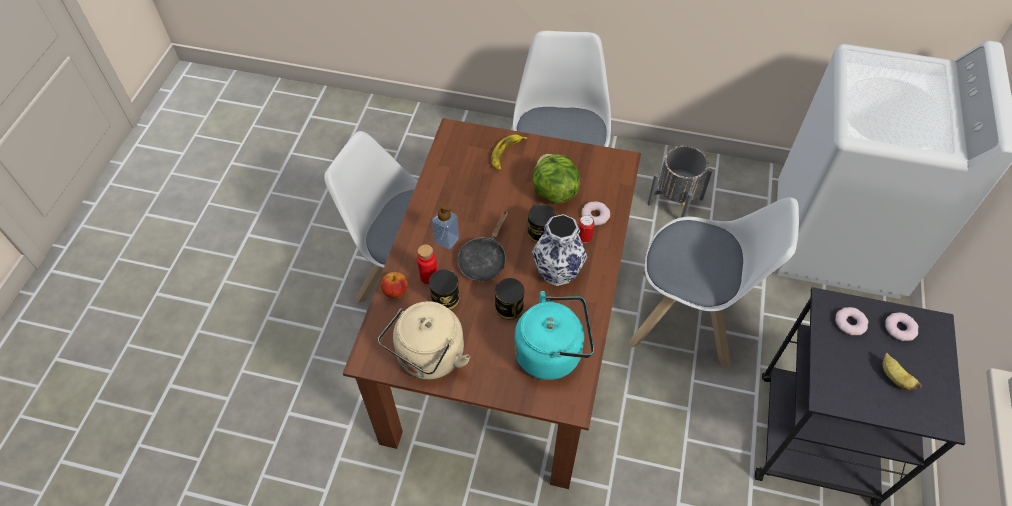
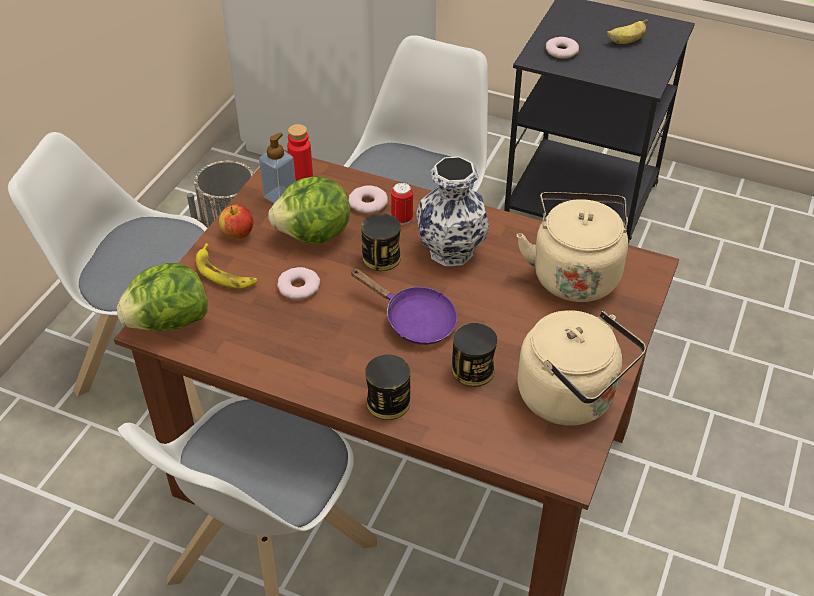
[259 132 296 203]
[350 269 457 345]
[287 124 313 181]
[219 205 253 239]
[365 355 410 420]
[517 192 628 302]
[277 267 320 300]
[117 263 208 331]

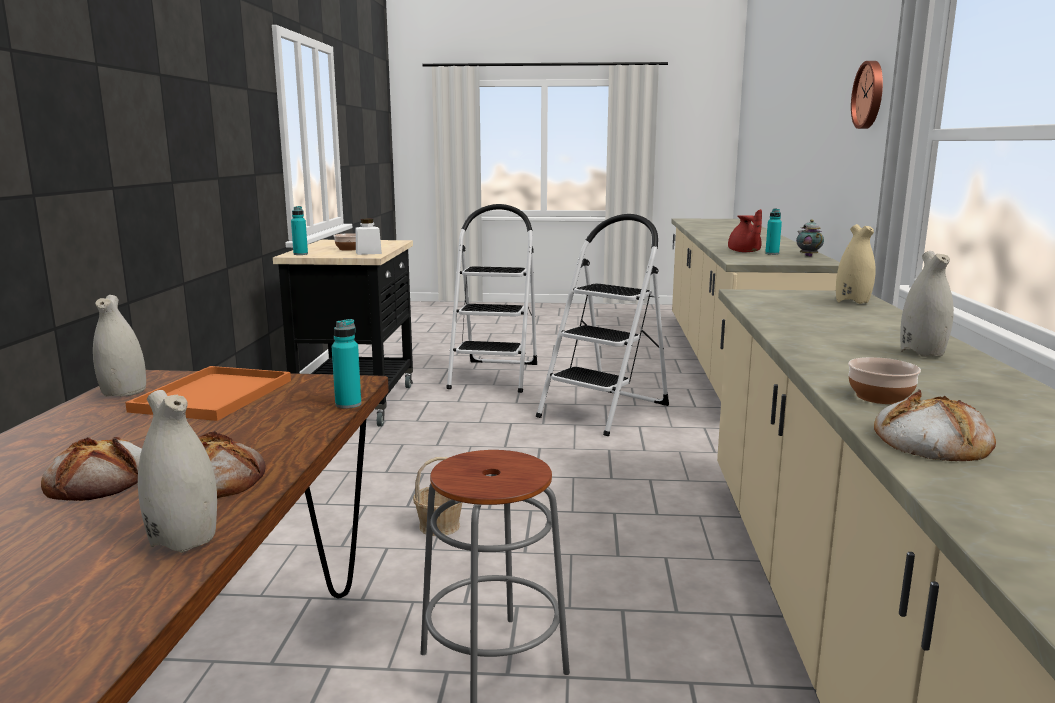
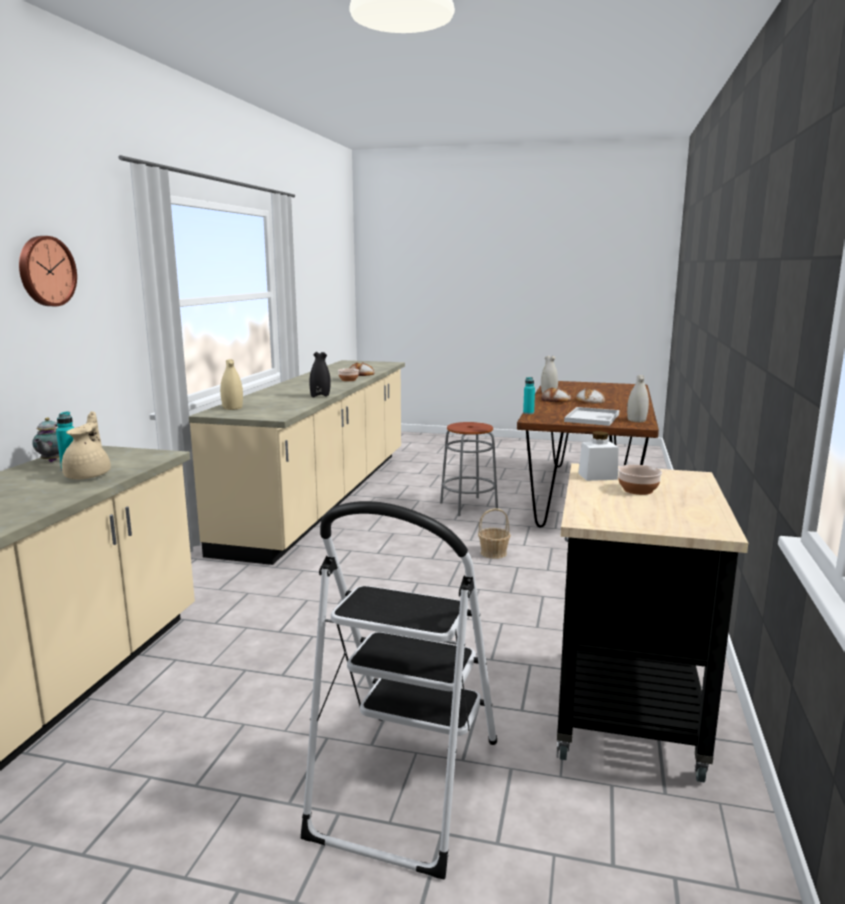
[291 206 308 255] (first image)
[62 411 111 479]
[536 214 669 436] (first image)
[900 251 954 357] (first image)
[564 407 619 426]
[309 352 331 398]

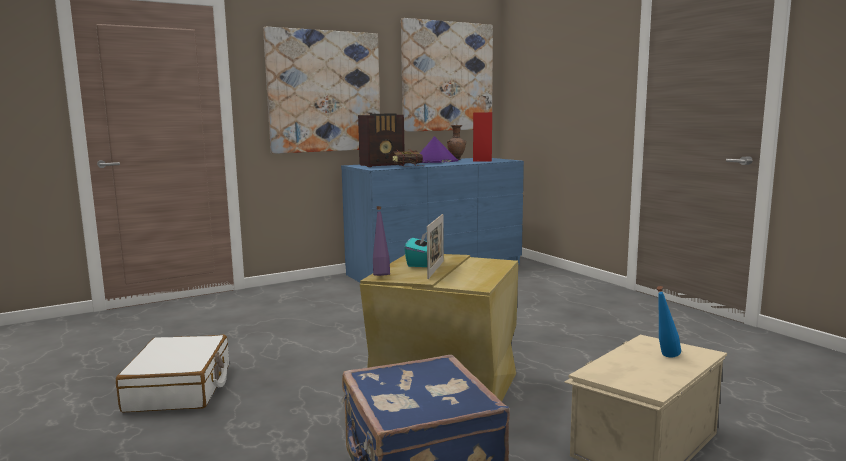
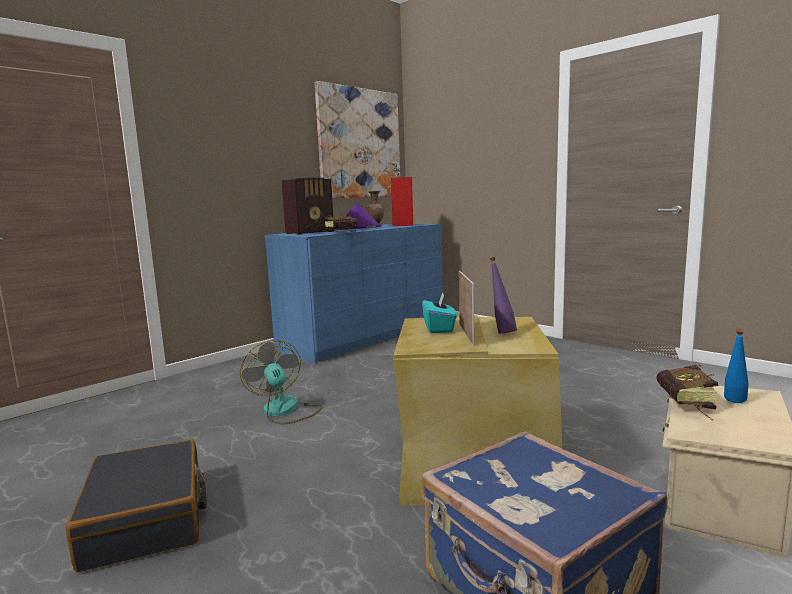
[263 27 380 154] (first image)
[490 257 517 334]
[66 439 207 572]
[240 340 323 424]
[656 365 718 421]

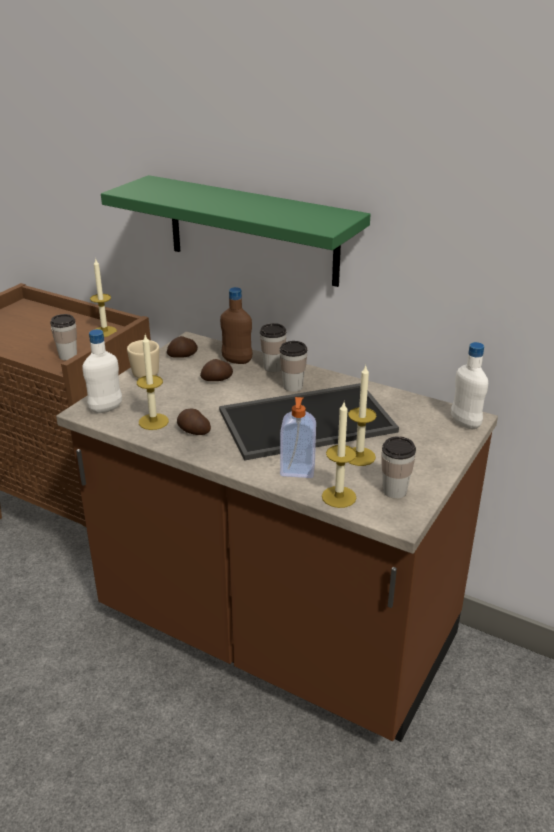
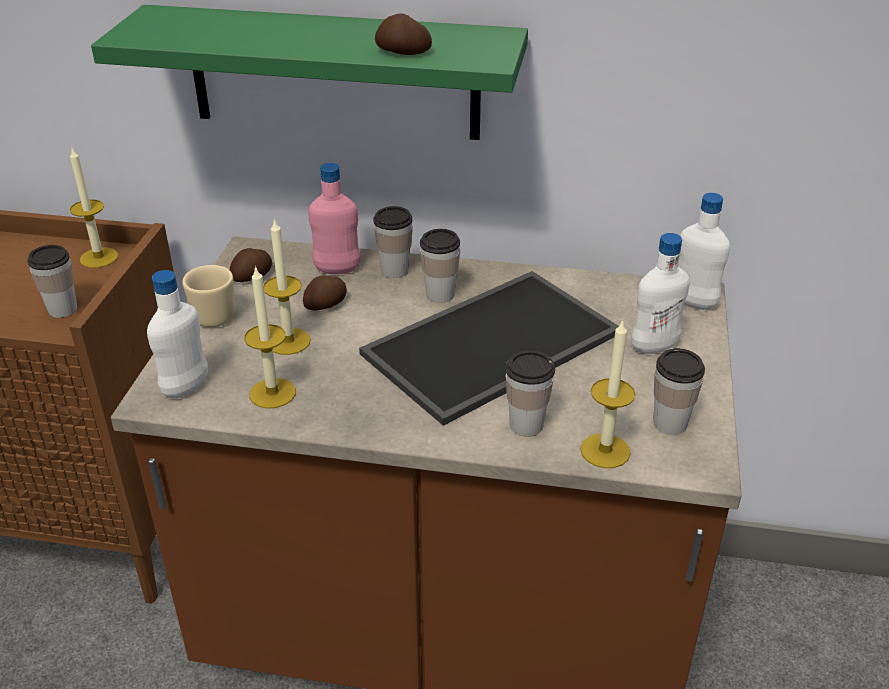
[308 163 360 274]
[264 218 311 355]
[505 351 555 437]
[375 13 432 55]
[631 233 690 354]

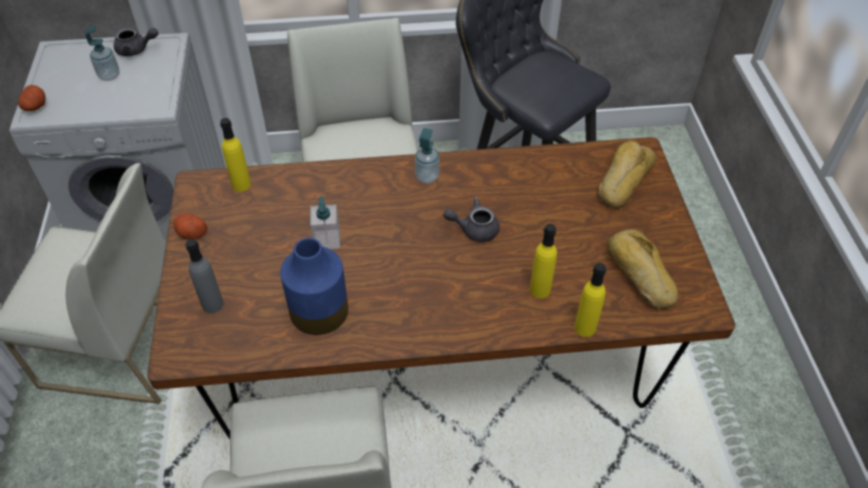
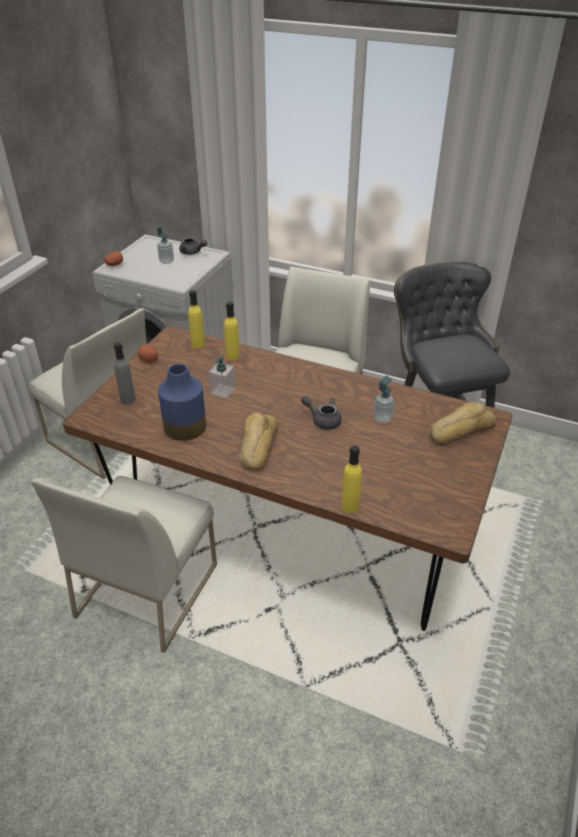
[373 376 395 423]
[224 302 240 361]
[239 413 278 471]

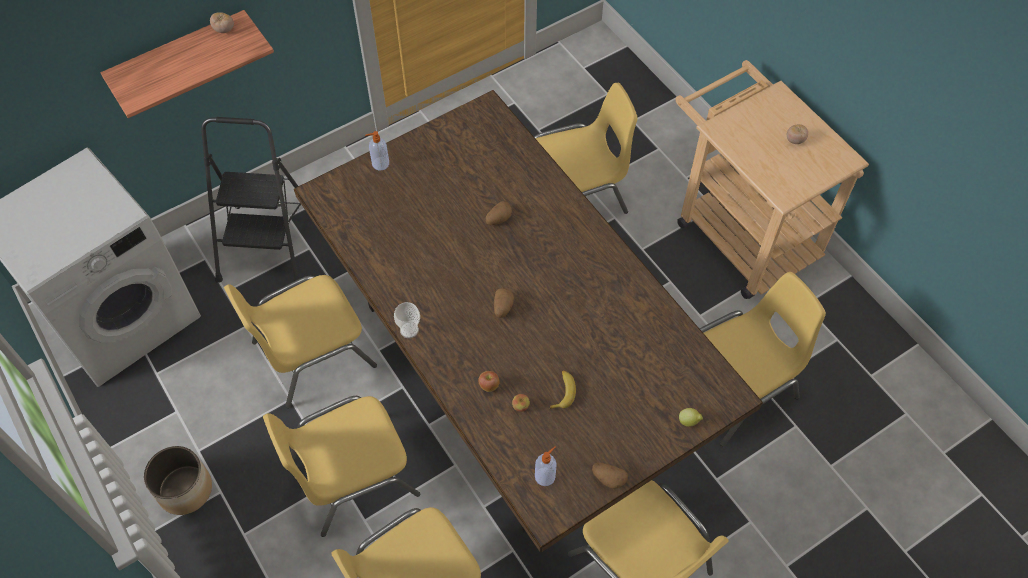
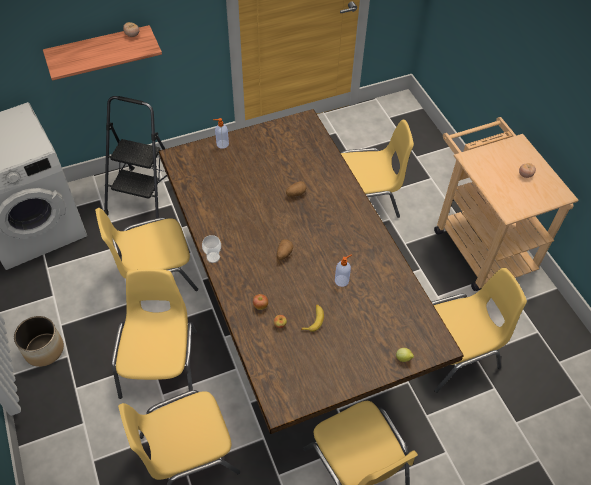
[112 269 197 399]
[335 254 352 287]
[592 463 628 489] (first image)

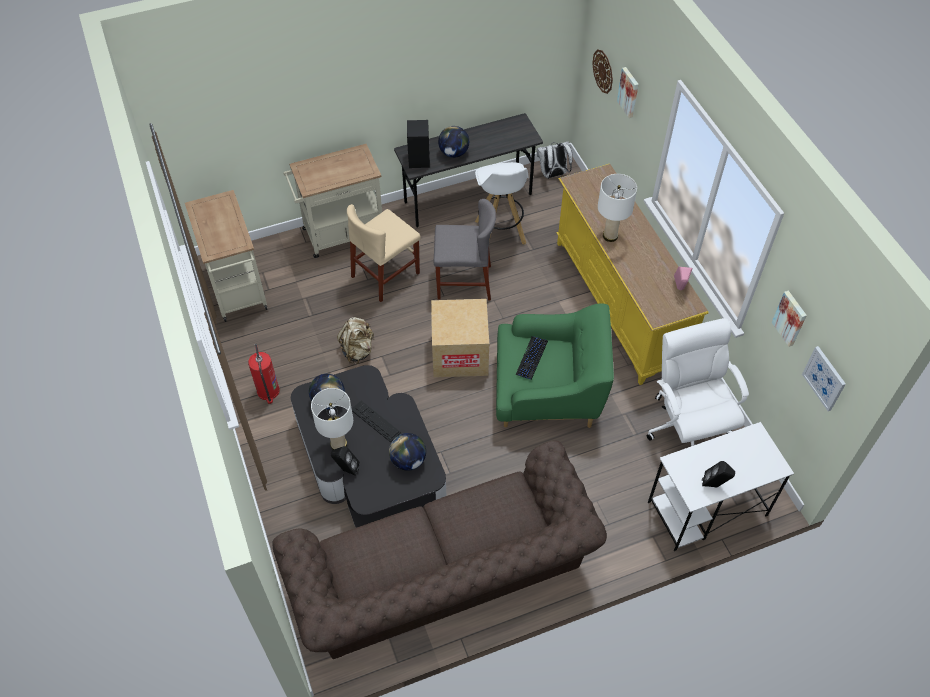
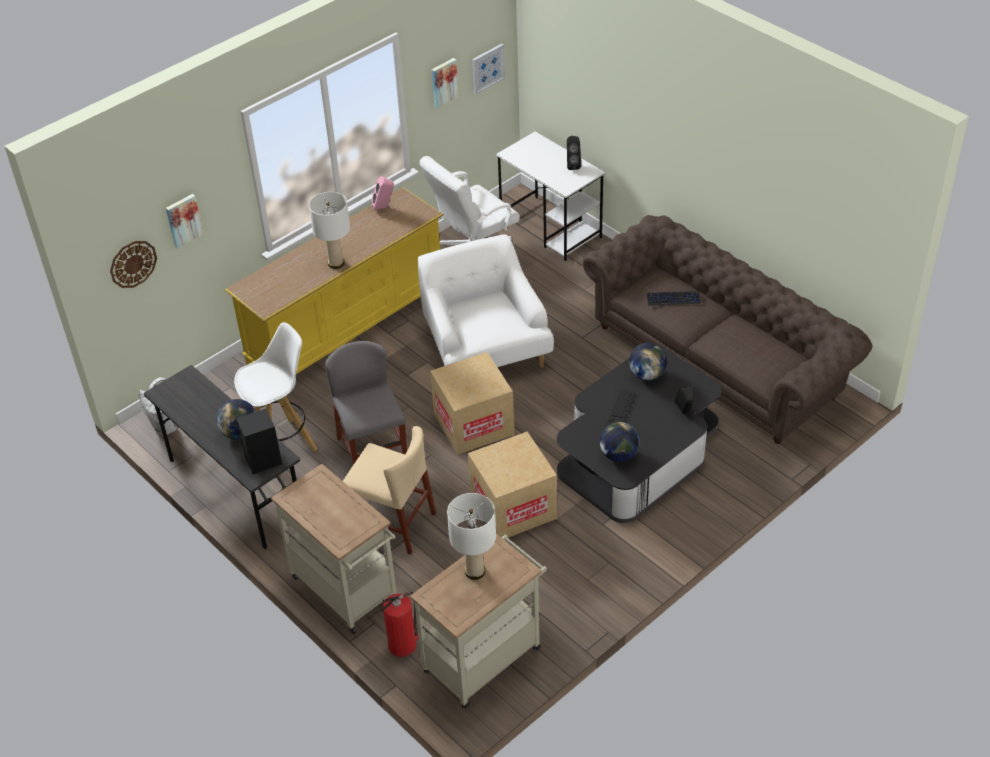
[418 234 554 368]
[468 431 557 537]
[647 291 701 306]
[381 592 419 657]
[447 493 496 580]

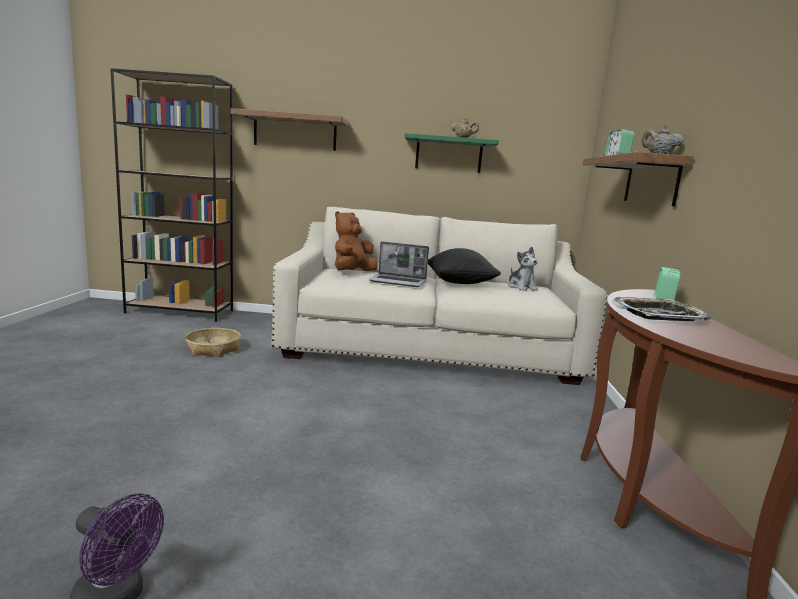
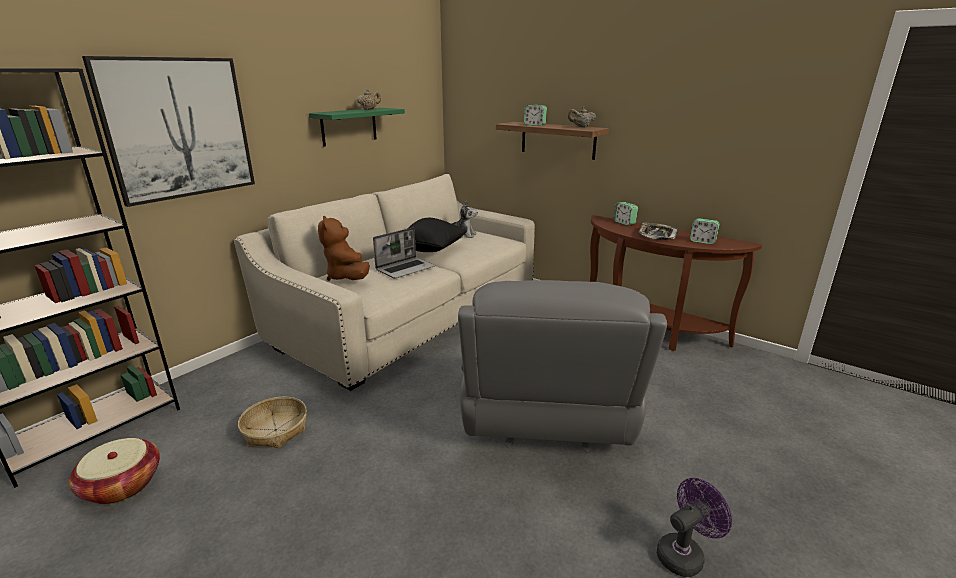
[82 56 255 207]
[690 218 720 244]
[458 280 667 453]
[69 438 160 504]

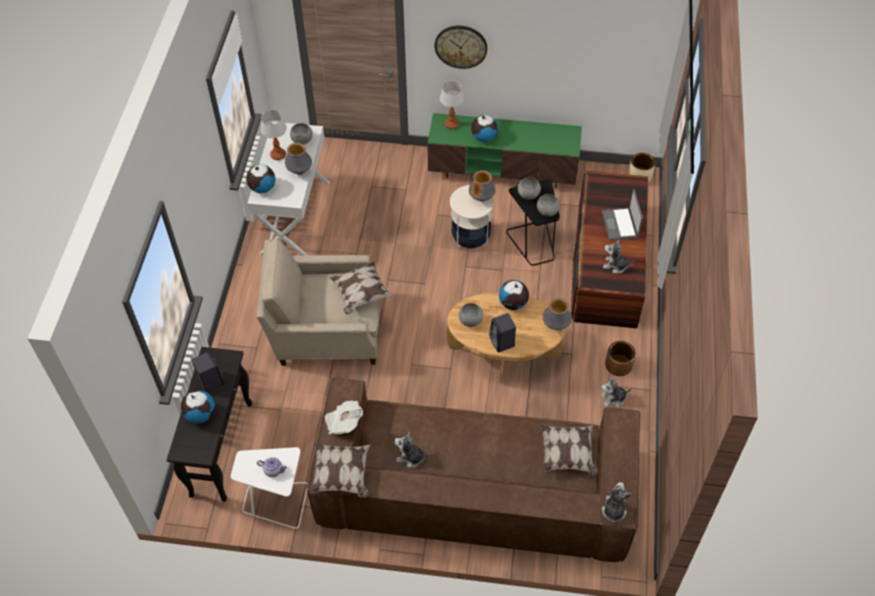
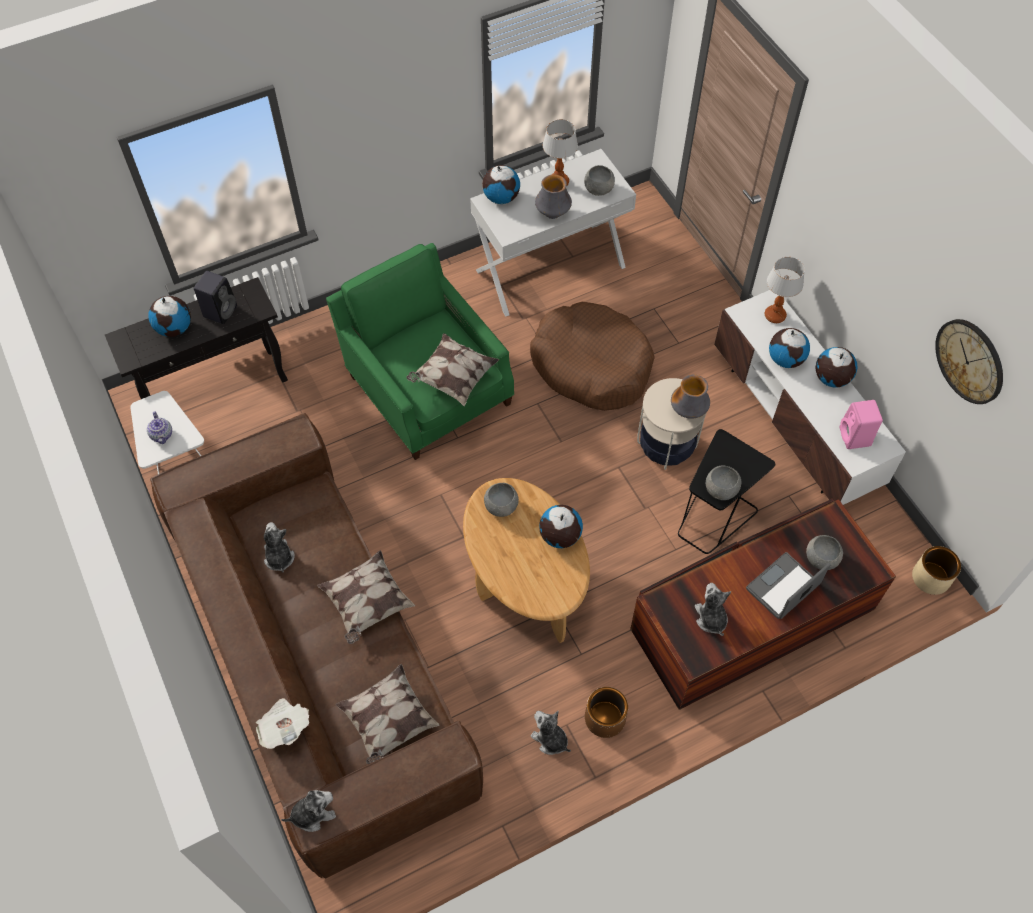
[935 319 1003 404]
[714 290 906 505]
[806 535 843 570]
[326 243 514 460]
[543 298 572 330] (first image)
[489 313 516 353] (first image)
[256 698 309 749]
[317 550 416 644]
[530 302 655 411]
[816 347 857 388]
[839 400 883 449]

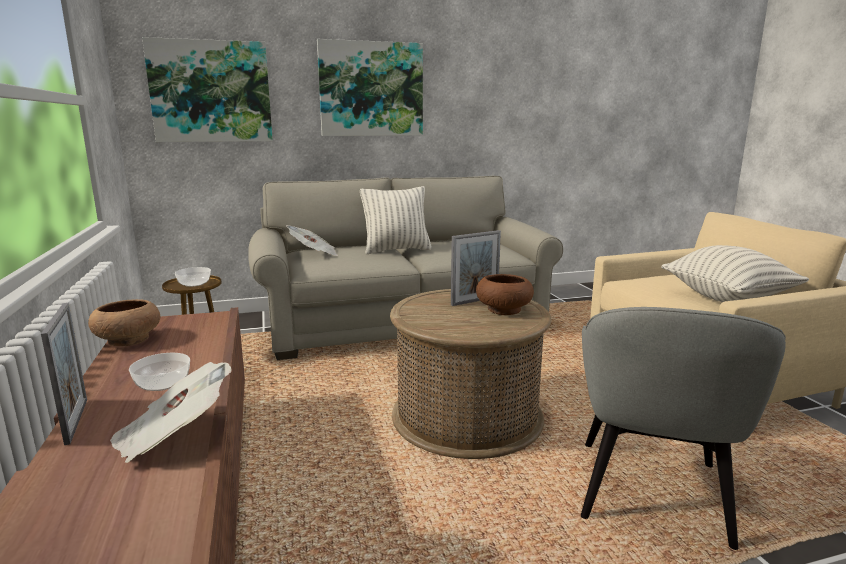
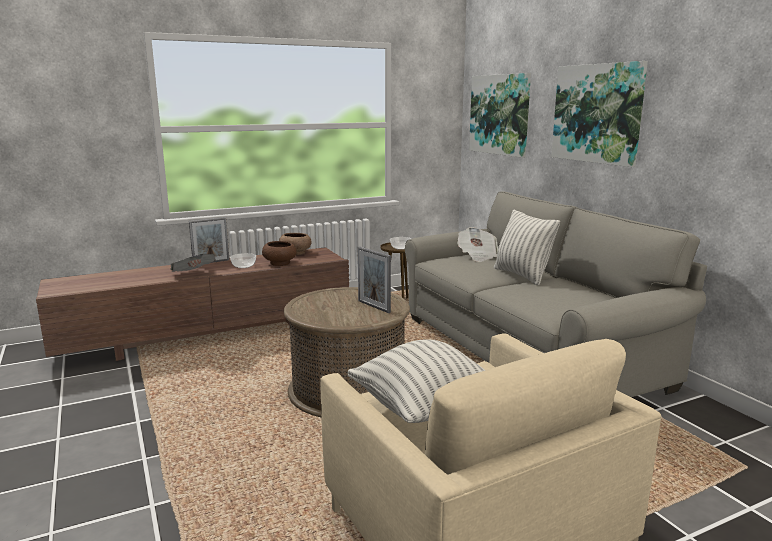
[262 241 297 266]
[581 307 786 550] (first image)

